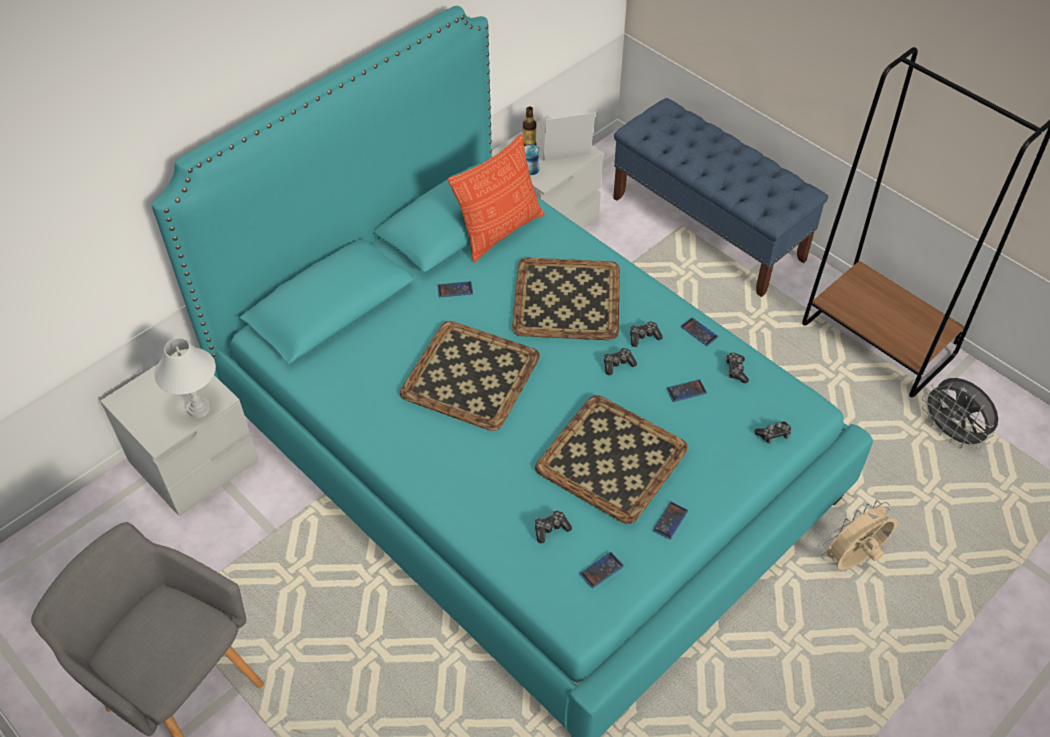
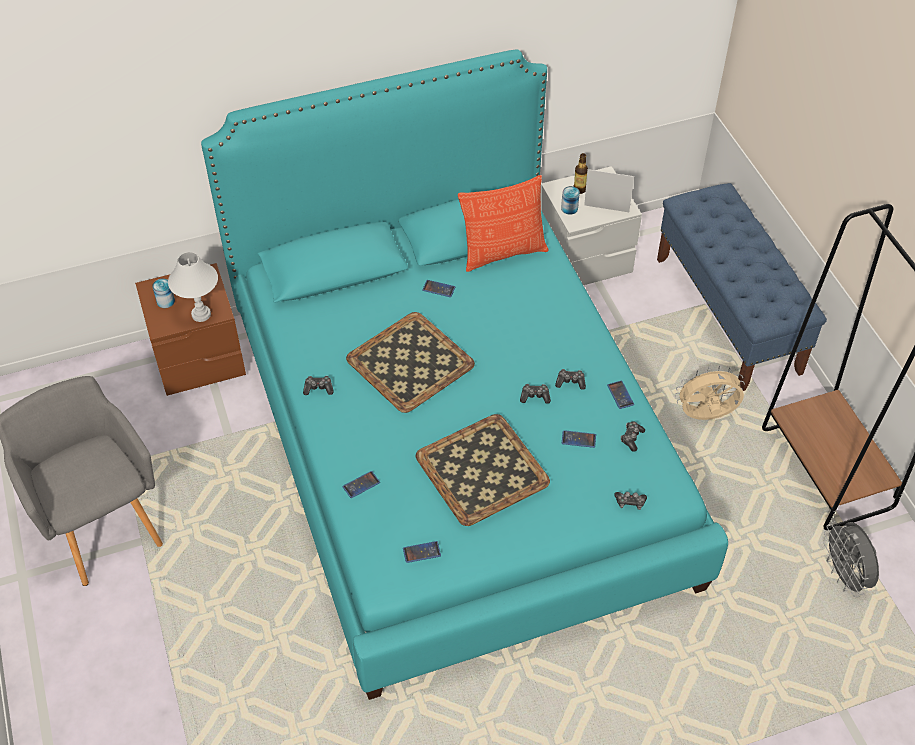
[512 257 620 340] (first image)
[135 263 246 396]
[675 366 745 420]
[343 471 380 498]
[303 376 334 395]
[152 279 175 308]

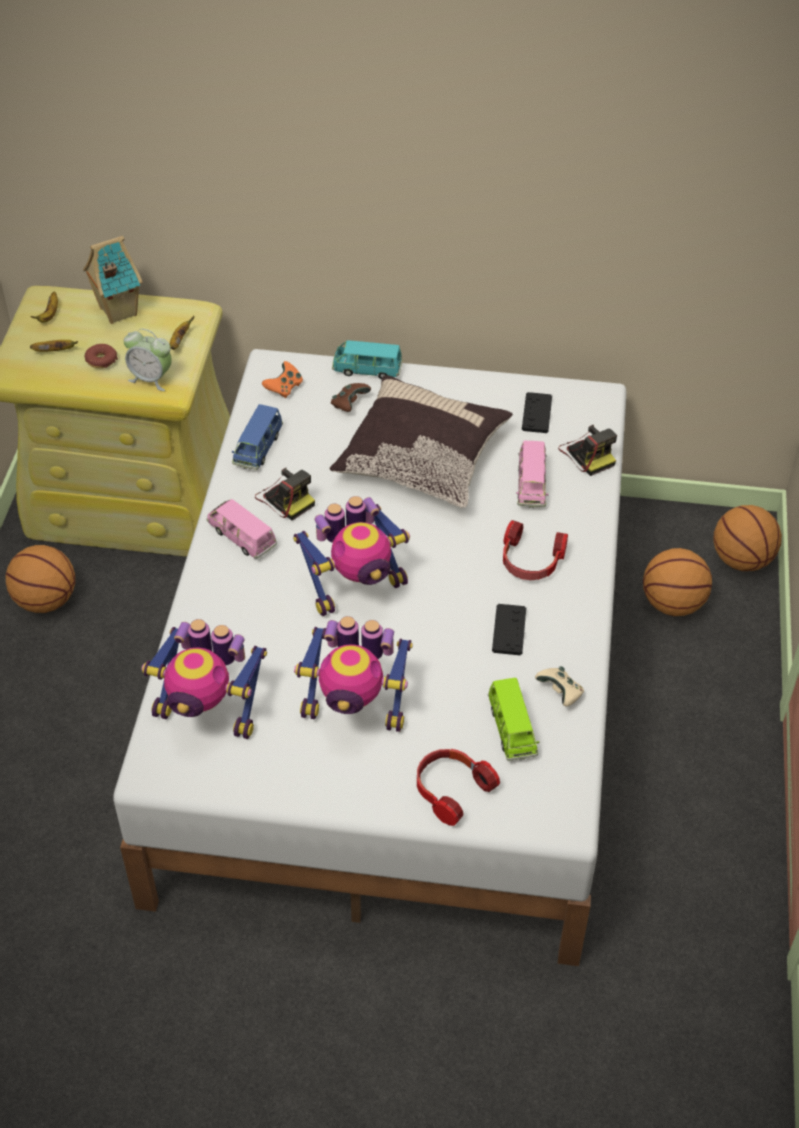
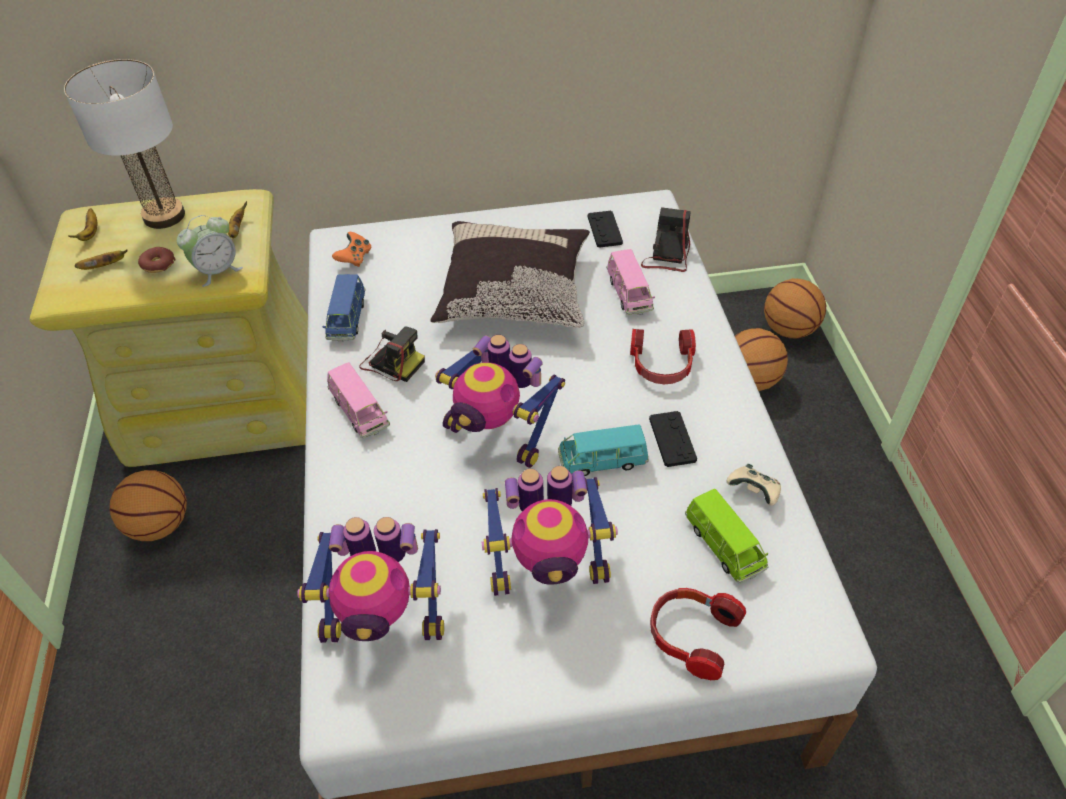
[64 59 185 229]
[177 215 243 287]
[558 424 649 476]
[331 383 371 412] (first image)
[641 207 691 272]
[435 335 565 468]
[327 362 390 438]

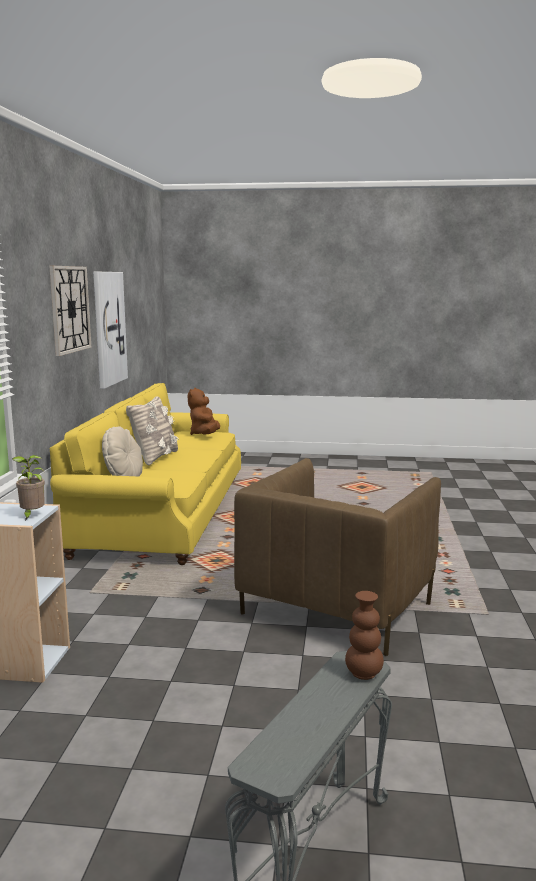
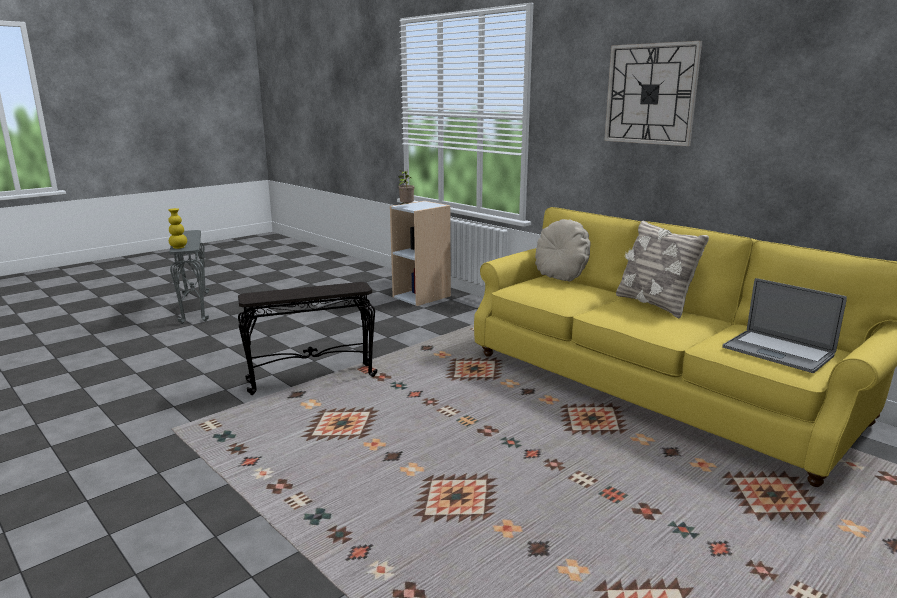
[93 272 128 389] (first image)
[722 278 847 373]
[238 282 377 395]
[168 208 187 249]

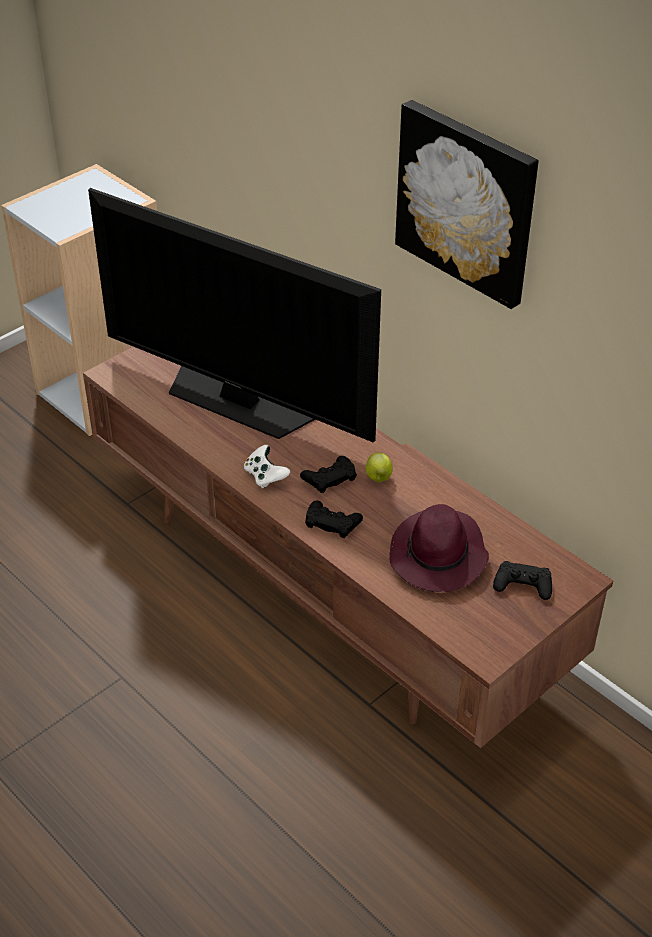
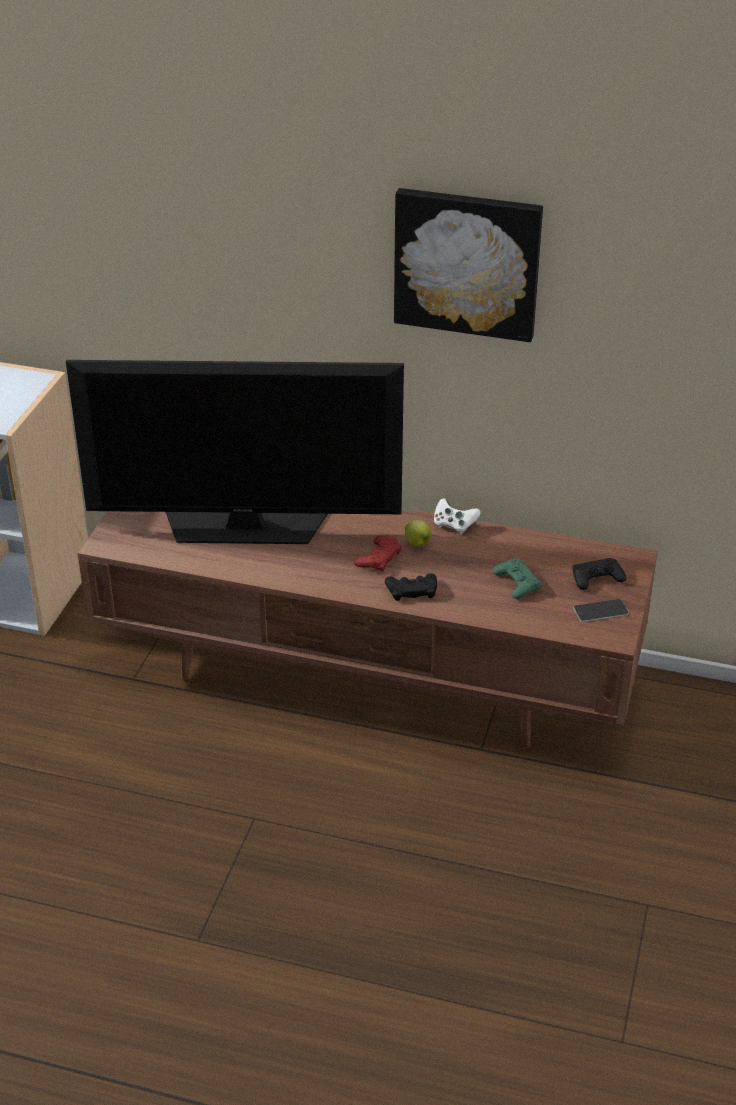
[434 498 481 535]
[354 536 402 572]
[493 558 542 599]
[573 599 629 622]

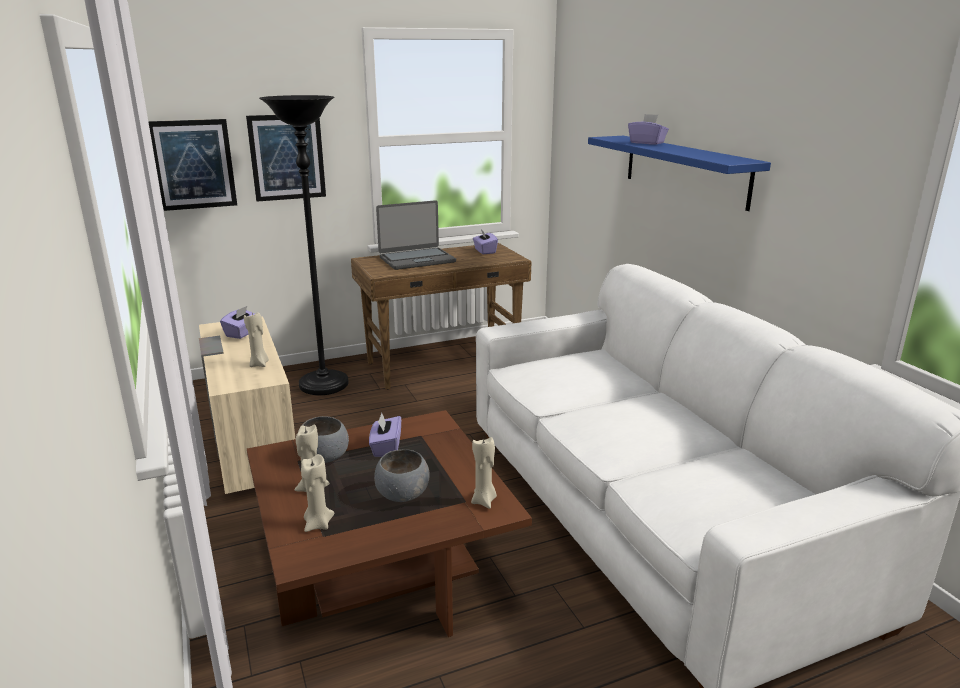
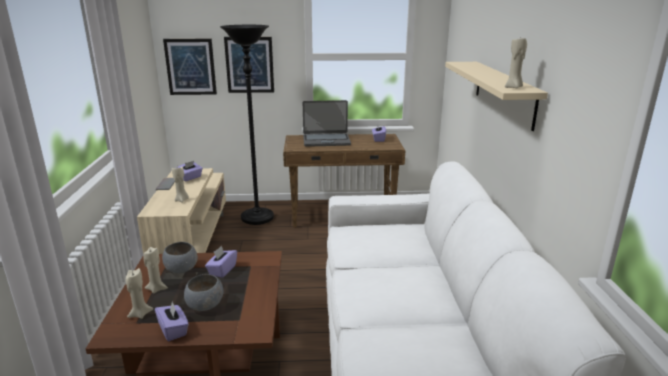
[155 302 189 341]
[445 62 548 131]
[505 38 527 88]

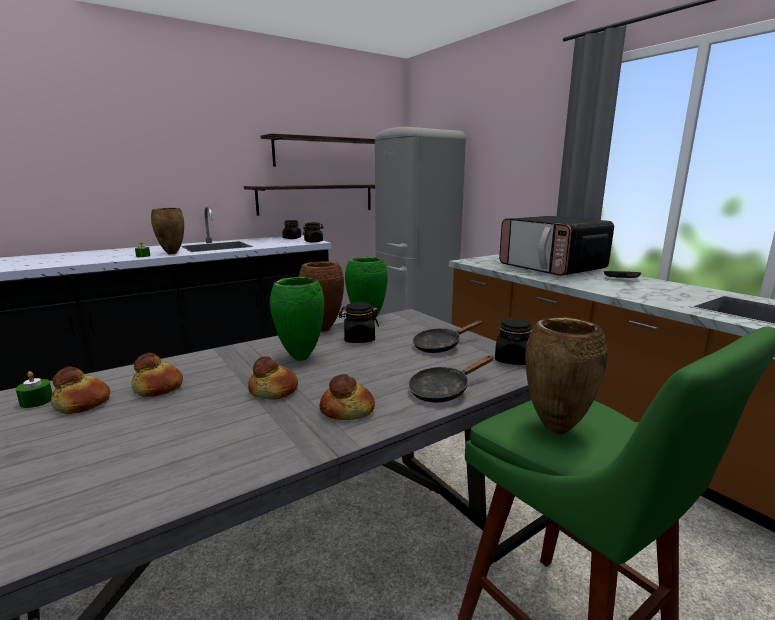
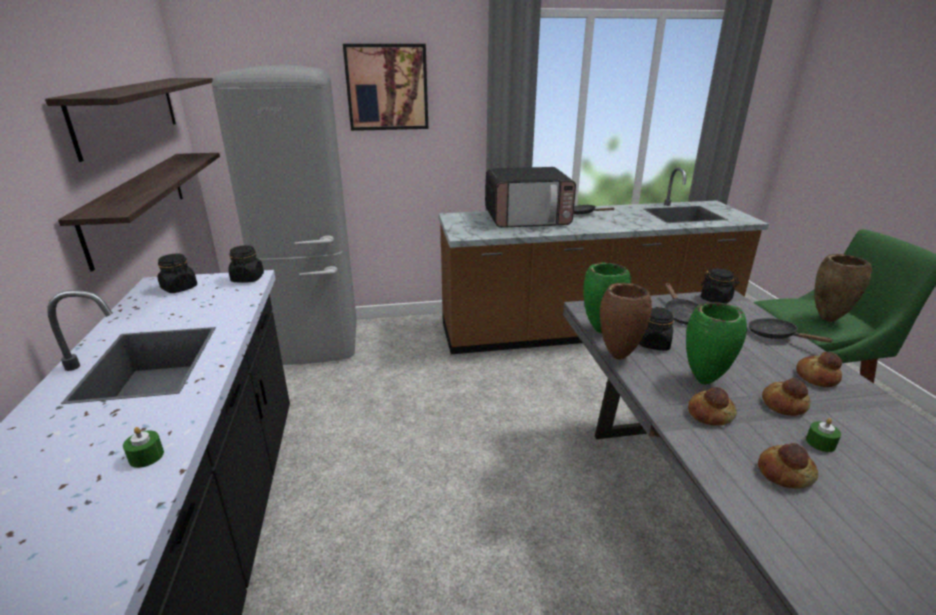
[151 208 184 254] (first image)
[748 318 834 343]
[688 387 737 426]
[806 418 841 452]
[343 44 428 131]

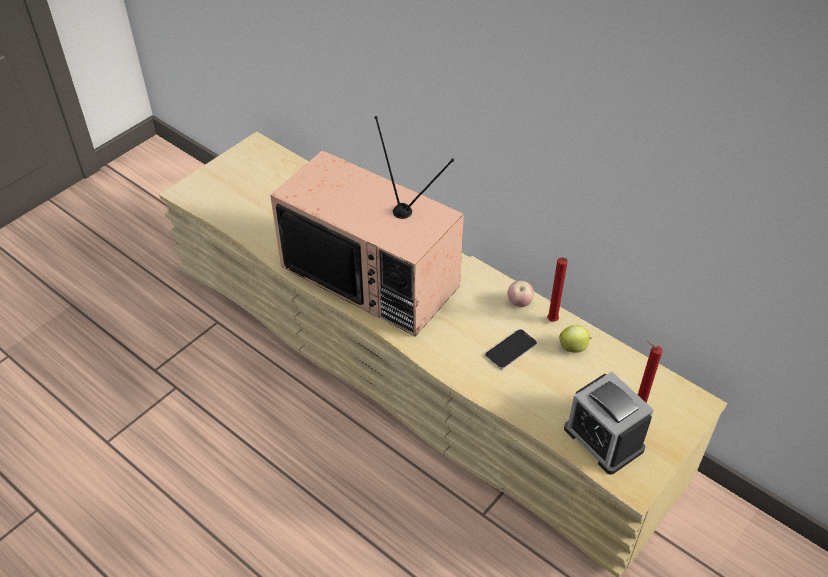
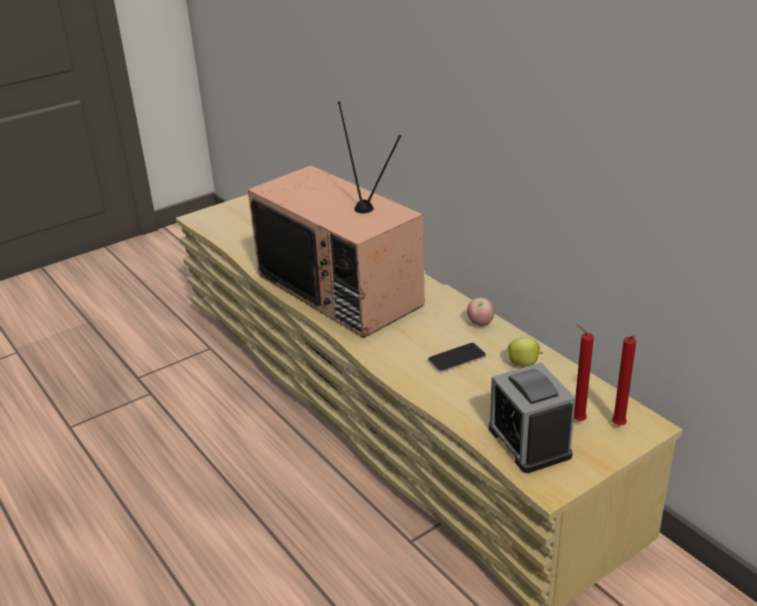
[612 336 636 426]

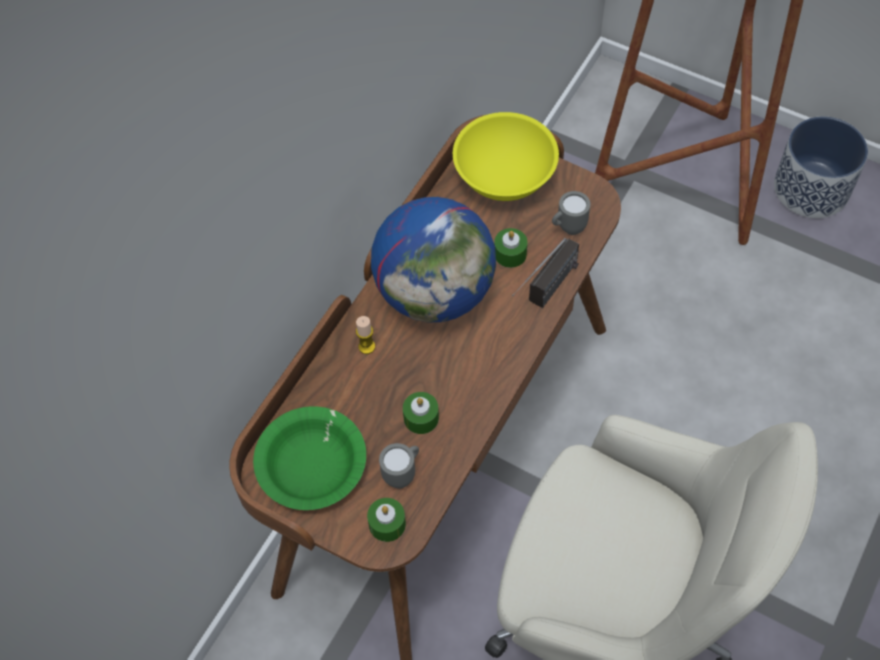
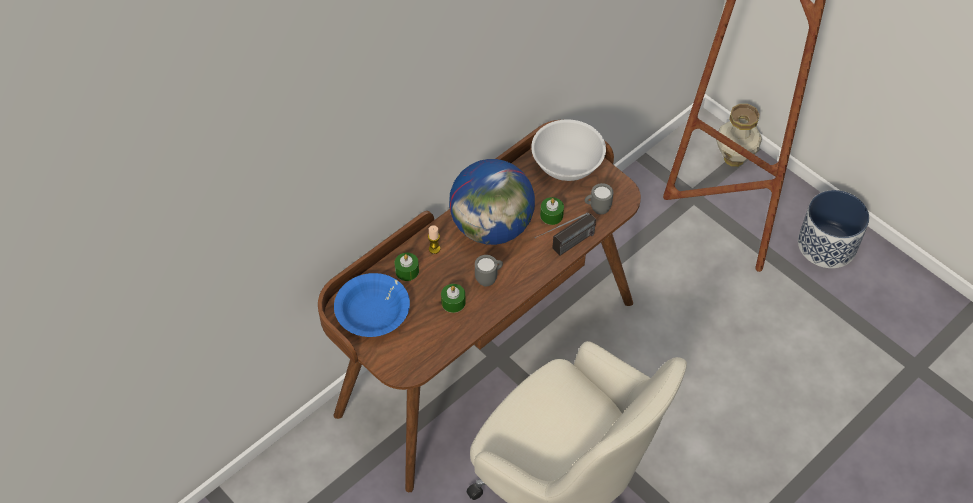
[531 119 606 181]
[334 273 410 337]
[475 255 503 287]
[395 253 419 281]
[716 104 762 167]

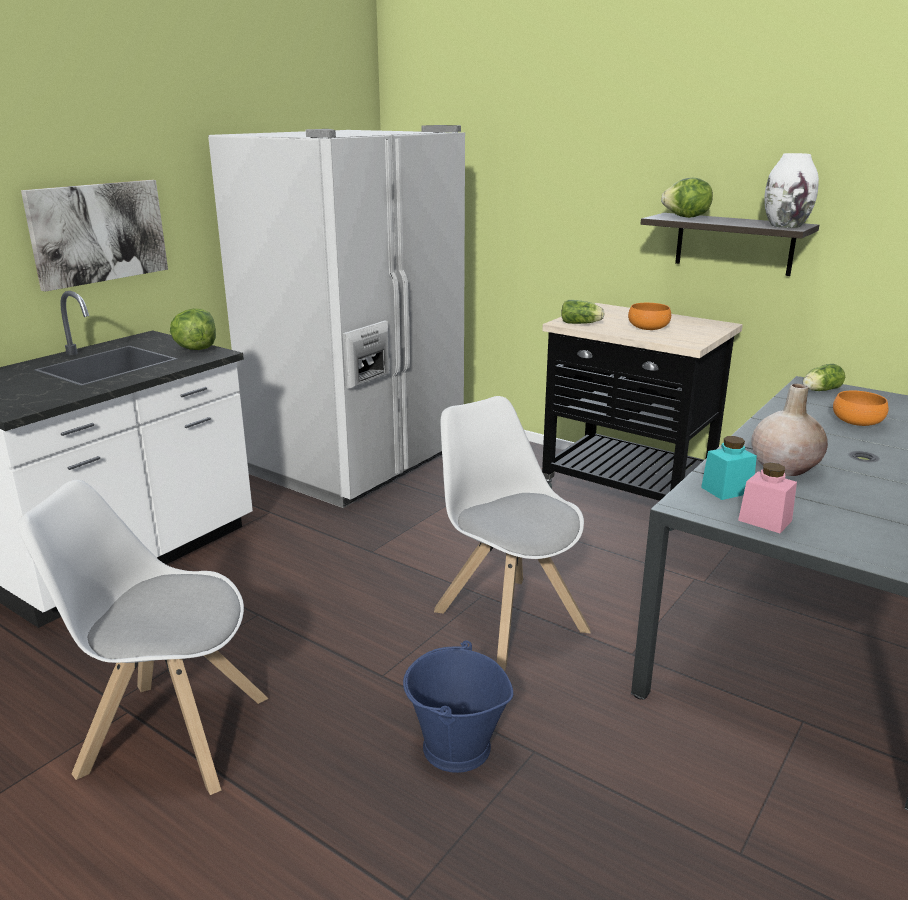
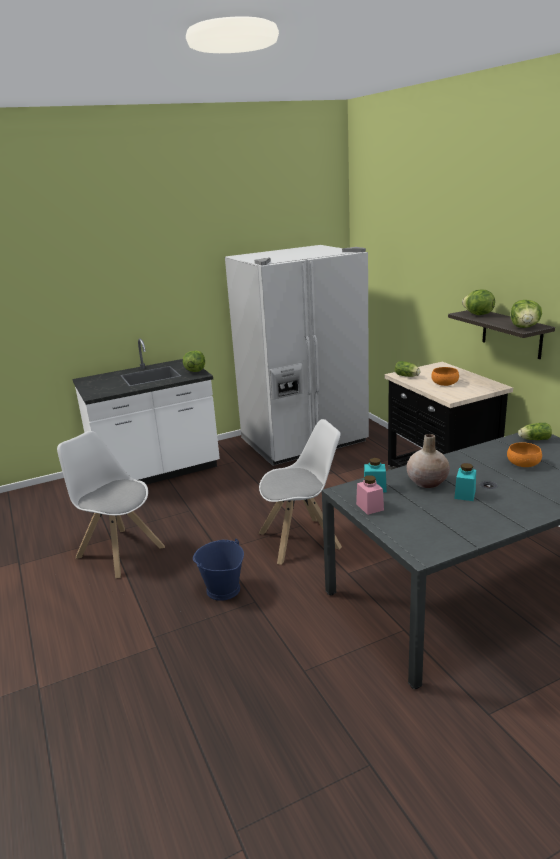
[511 300 542 328]
[21 180 168 292] (first image)
[258 419 342 565]
[454 463 476 501]

